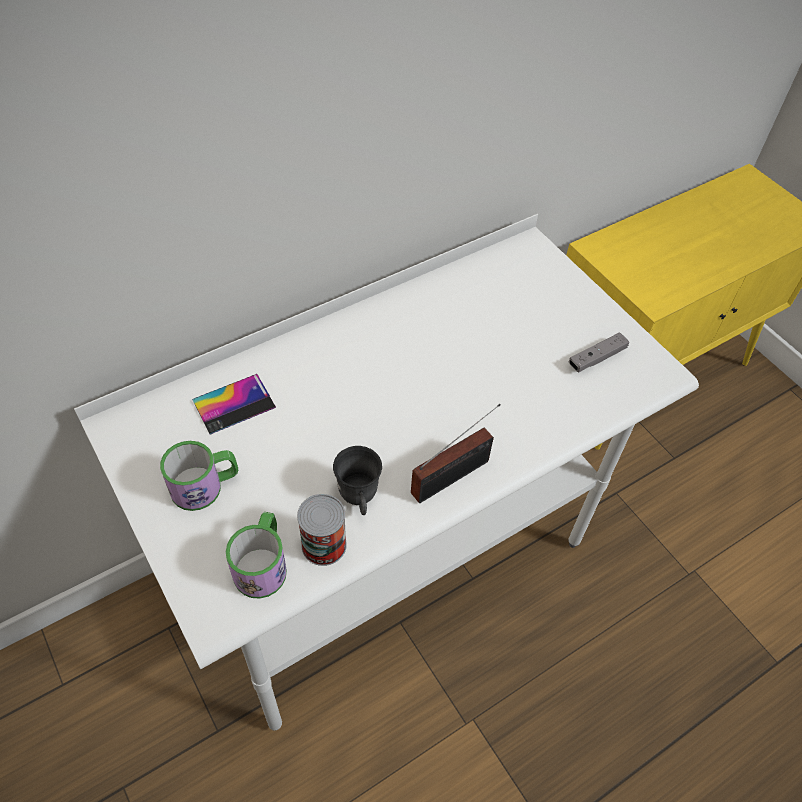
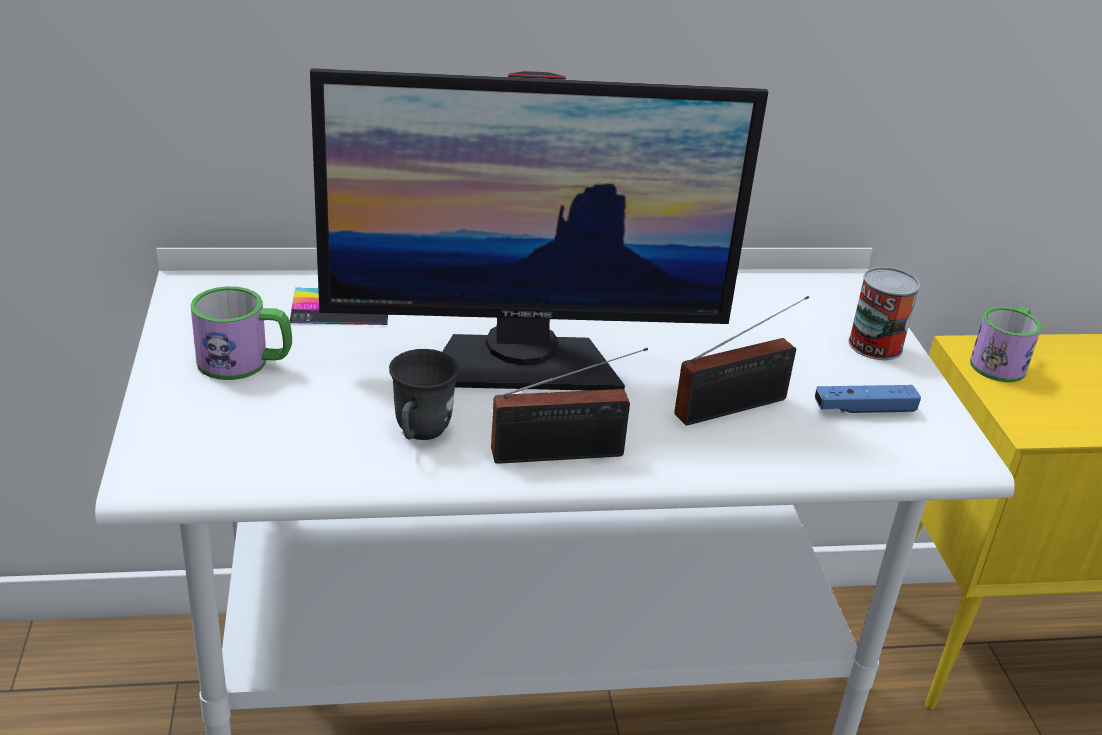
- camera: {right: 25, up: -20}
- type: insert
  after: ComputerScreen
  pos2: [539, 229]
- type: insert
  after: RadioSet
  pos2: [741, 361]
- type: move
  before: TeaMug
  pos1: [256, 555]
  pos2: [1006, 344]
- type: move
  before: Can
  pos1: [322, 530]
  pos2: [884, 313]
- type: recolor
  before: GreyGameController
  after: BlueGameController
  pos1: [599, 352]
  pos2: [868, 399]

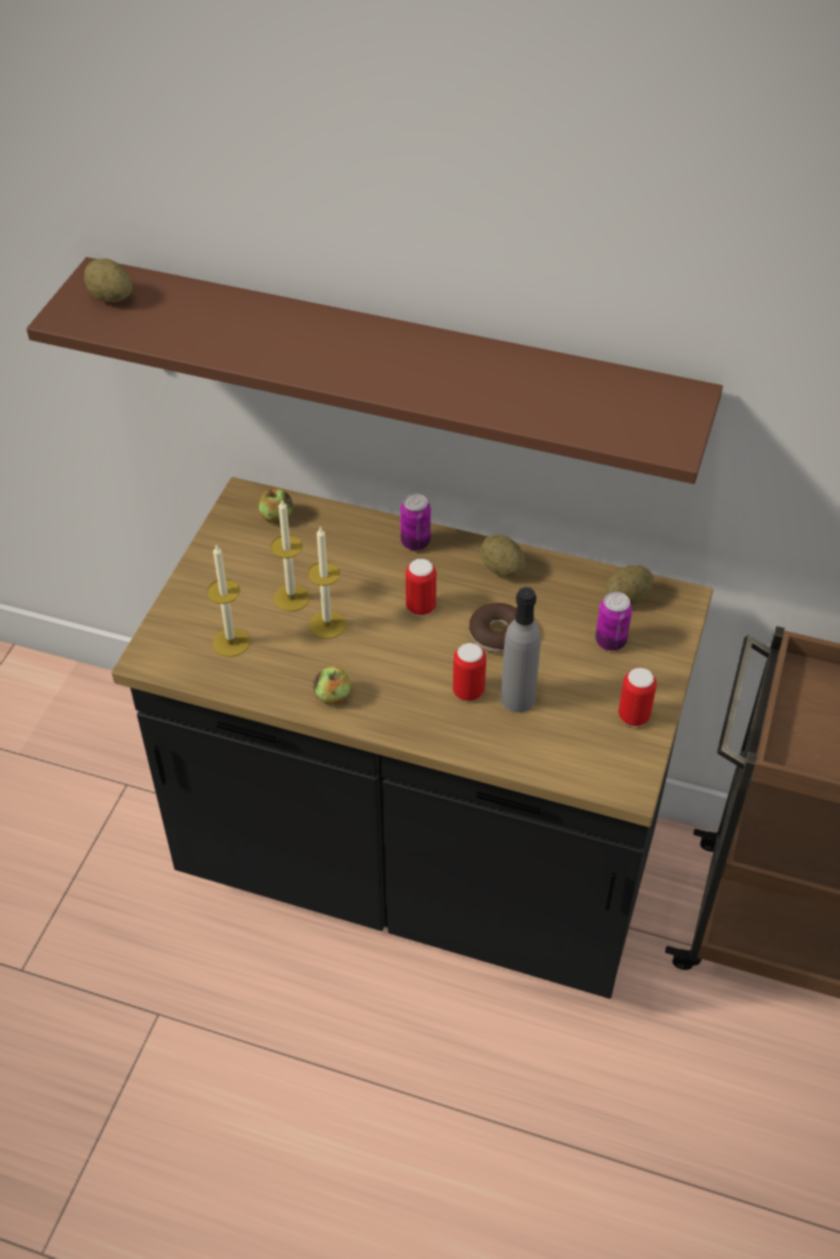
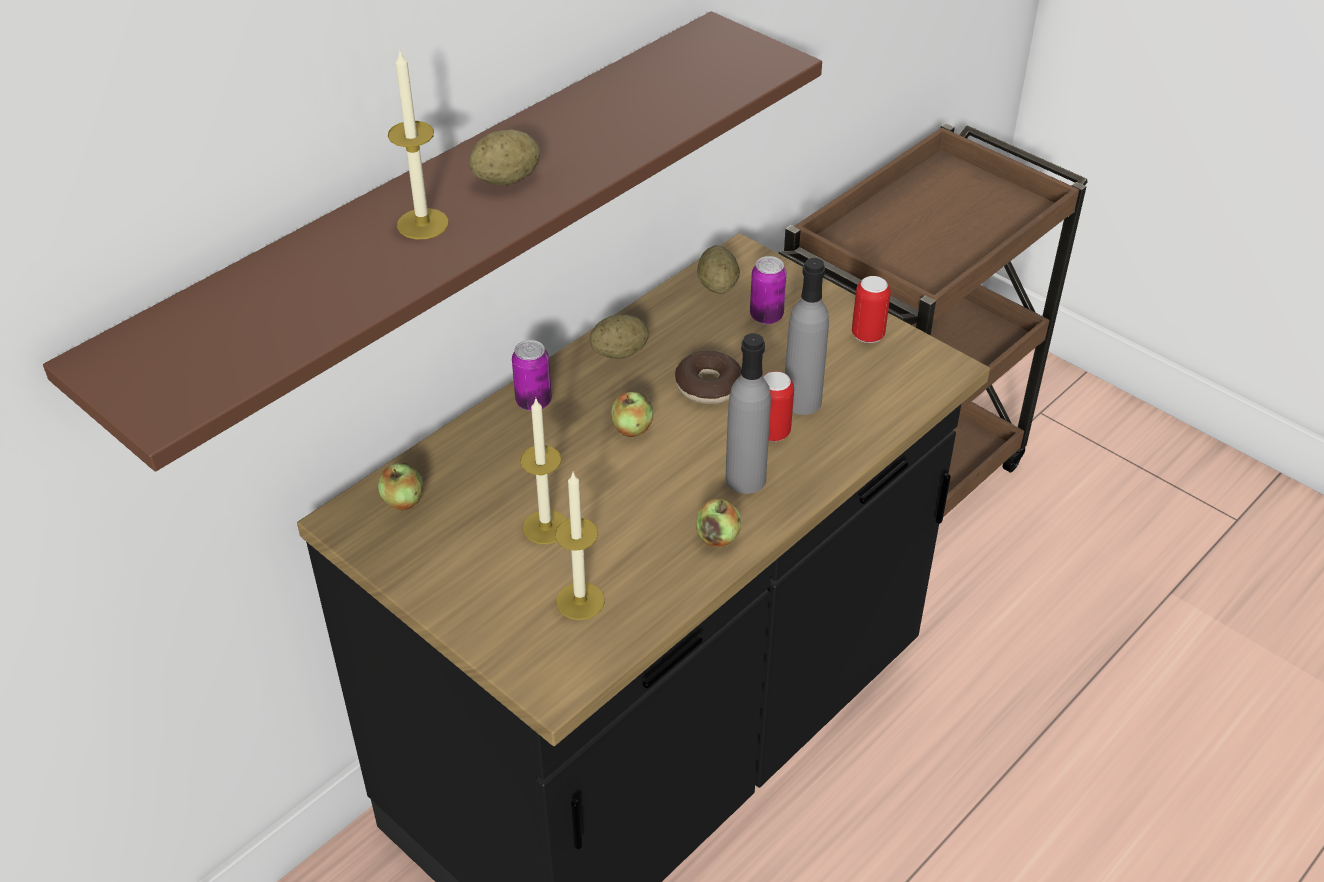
- camera: {right: -65, up: -5}
- type: insert
  after: GreyBeverageBottle
  pos2: [748, 413]
- type: move
  before: Spud
  pos1: [108, 280]
  pos2: [504, 157]
- type: move
  before: WaxLight
  pos1: [327, 583]
  pos2: [418, 144]
- type: replace
  before: Can
  after: Apple
  pos1: [421, 587]
  pos2: [632, 414]

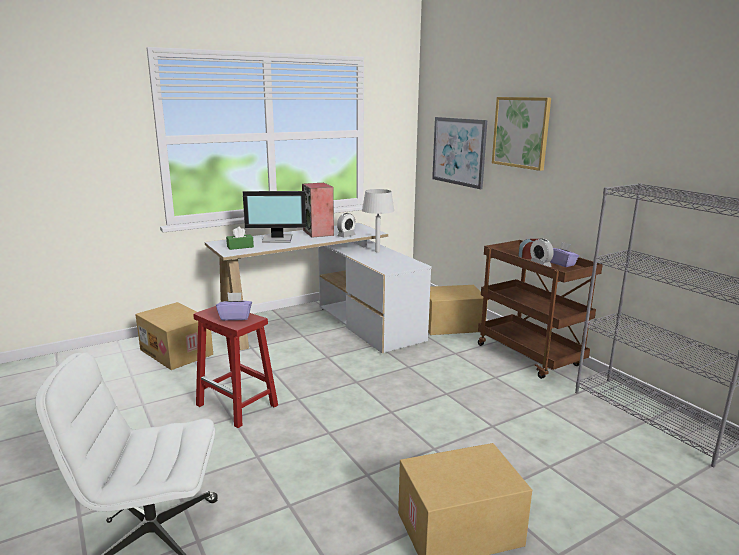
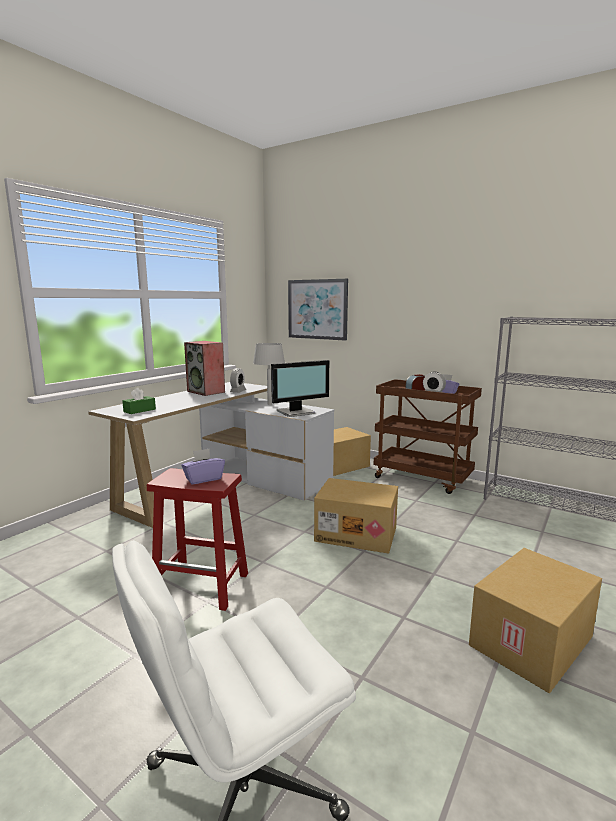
- camera: {right: -25, up: -5}
- type: delete
  before: WallArt
  pos1: [521, 134]
- type: move
  before: PackingBox
  pos1: [174, 336]
  pos2: [356, 516]
- type: move
  before: ComputerScreen
  pos1: [274, 217]
  pos2: [300, 388]

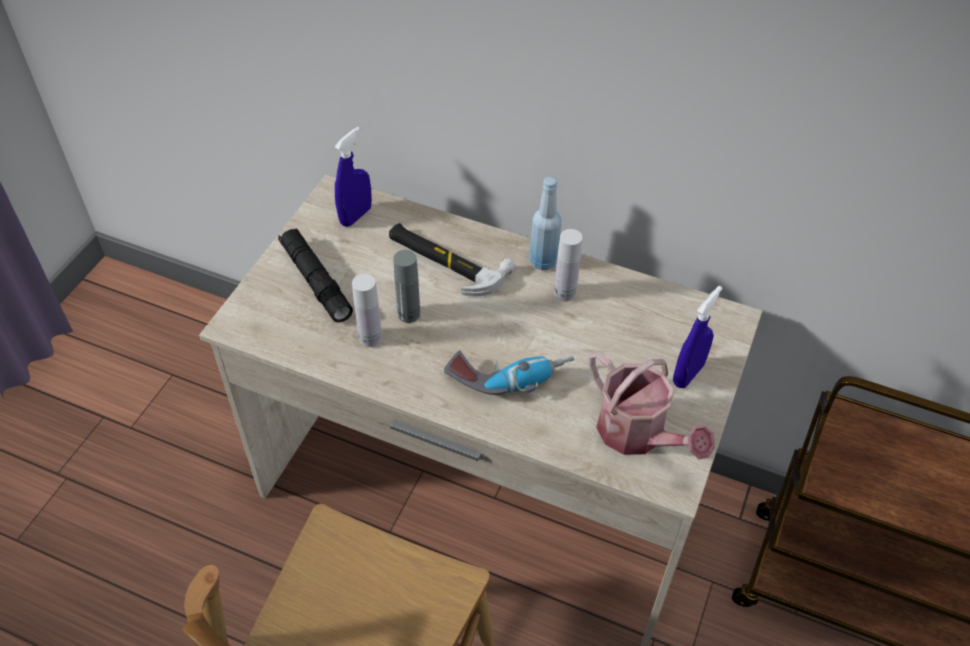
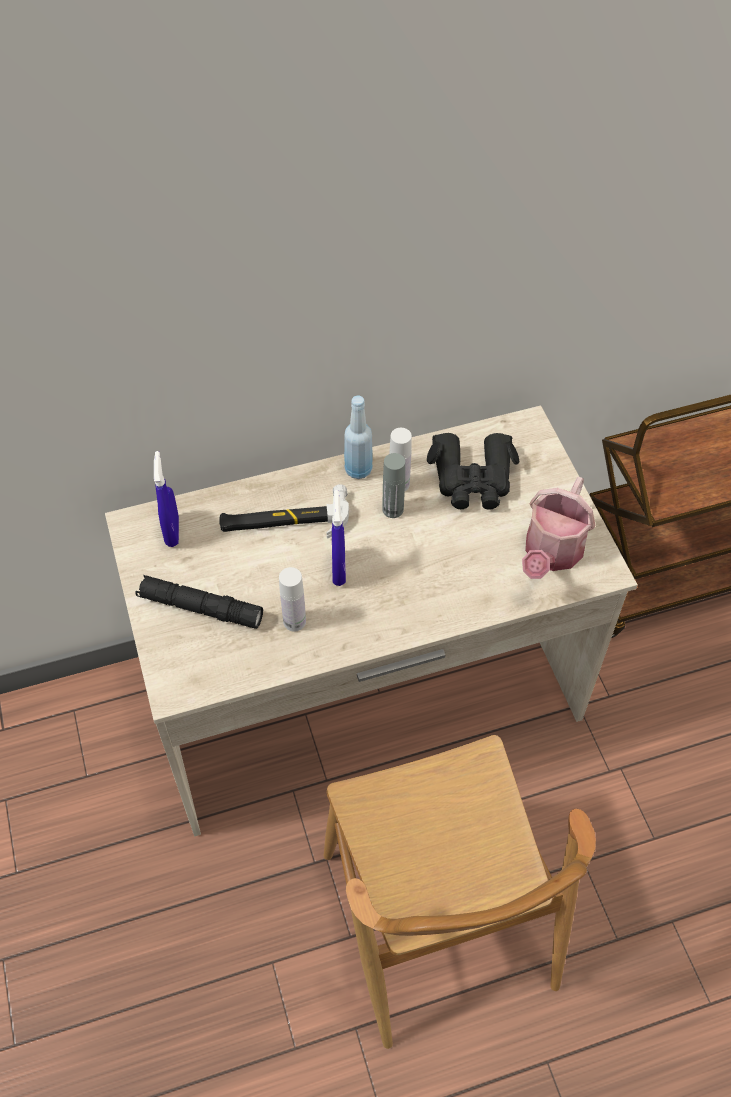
- camera: {right: -40, up: 5}
- type: delete
  before: Drill
  pos1: [509, 372]
- type: insert
  after: BlackishPairOfBinoculars
  pos2: [473, 471]
- type: move
  before: GreyBeverageBottle
  pos1: [406, 286]
  pos2: [393, 485]
- type: move
  before: BlueSprayer
  pos1: [698, 337]
  pos2: [339, 538]
- type: rotate
  before: WateringPot
  pos1: [652, 405]
  pos2: [559, 527]
  turn: 105

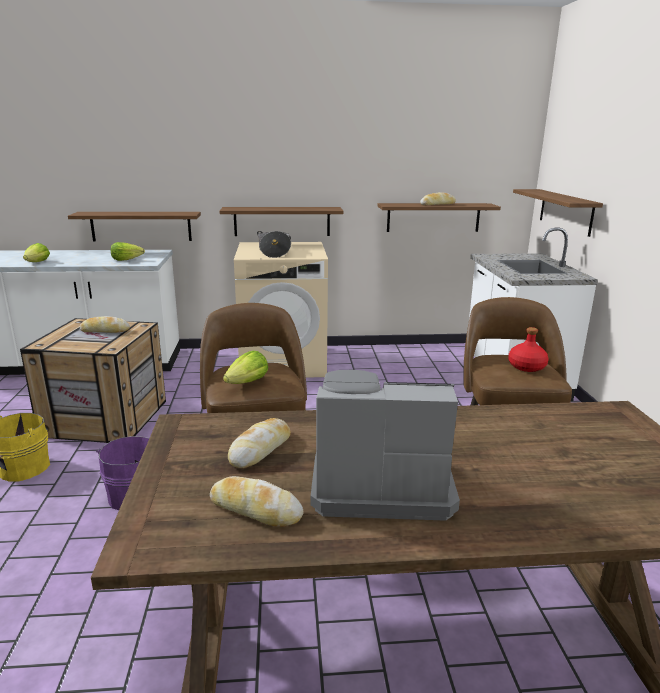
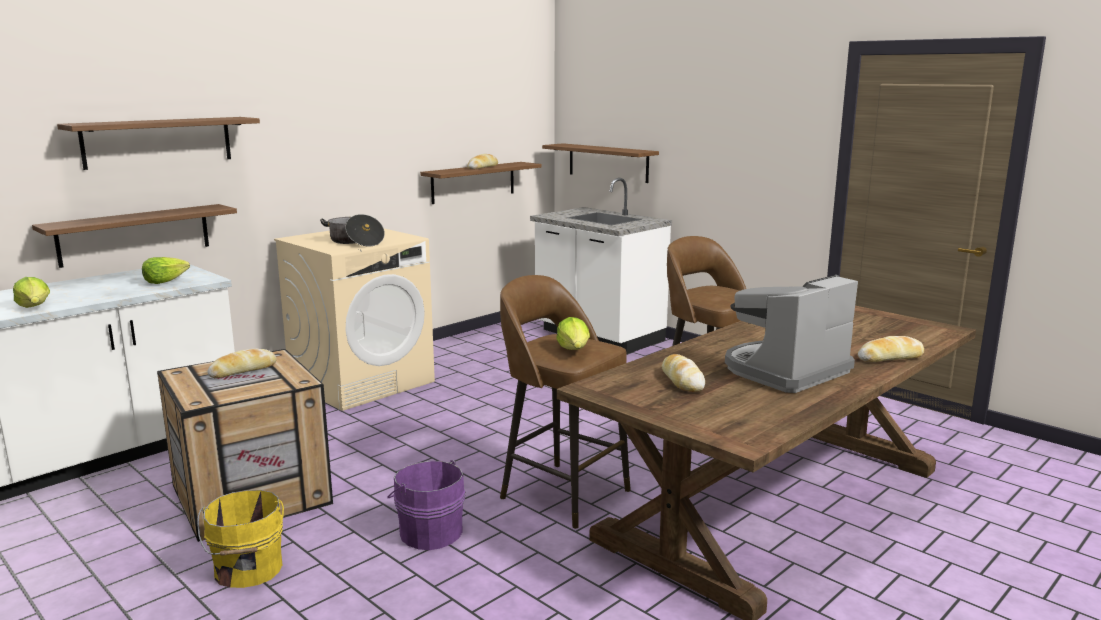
- camera: {right: -40, up: -5}
- type: delete
  before: RedBeverageBottle
  pos1: [528, 349]
- type: move
  before: BakeryBread
  pos1: [257, 501]
  pos2: [890, 349]
- type: move
  before: BracketShelf
  pos1: [282, 221]
  pos2: [158, 143]

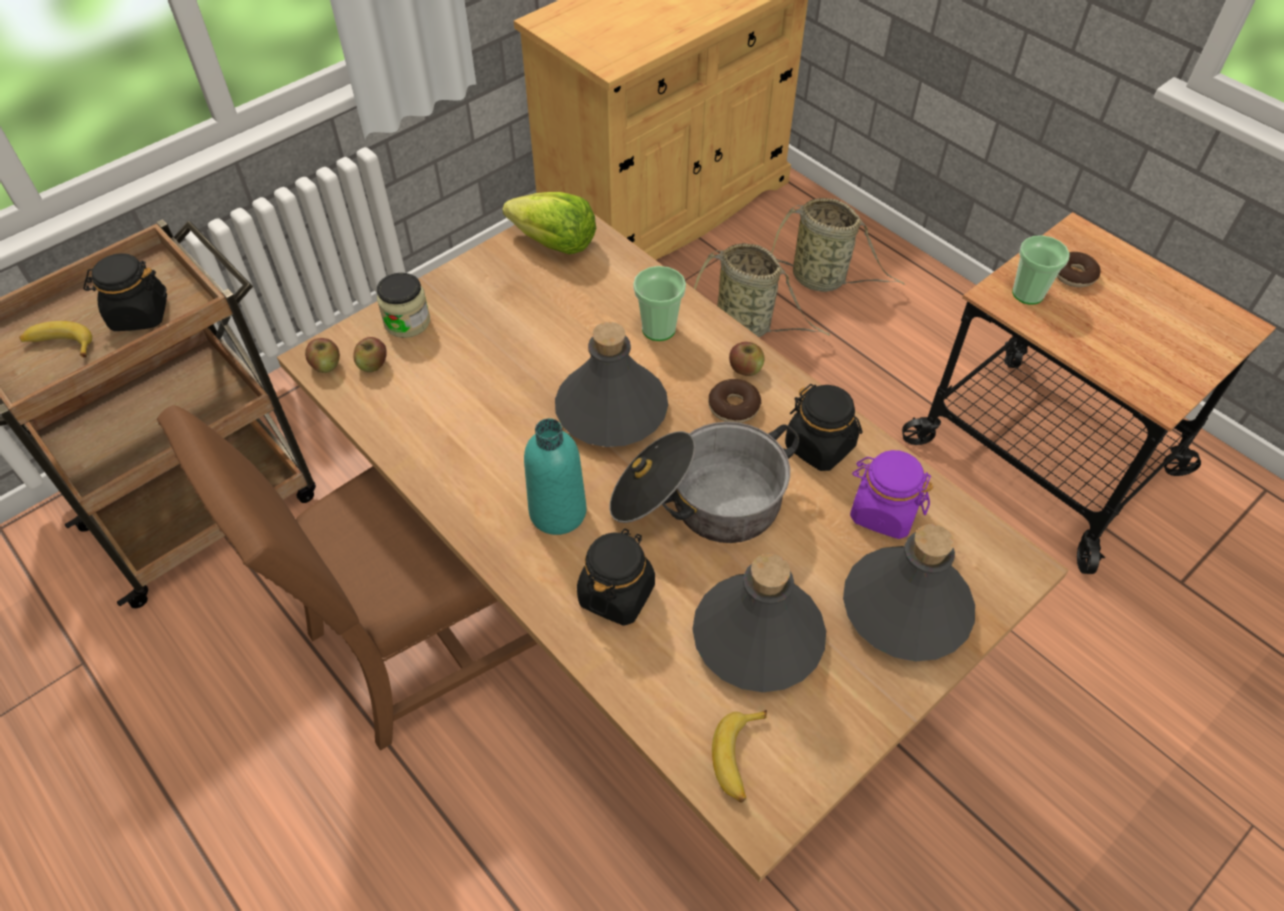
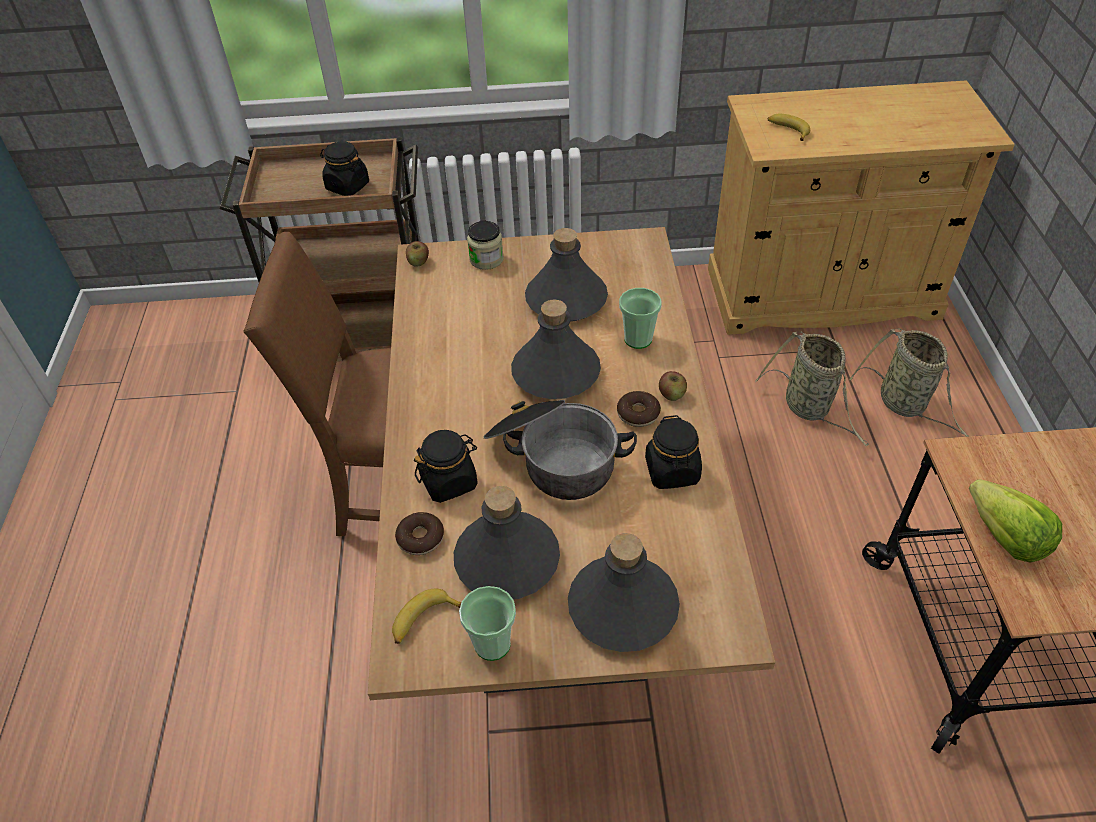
- camera: {right: 40, up: -5}
- type: delete
  before: Apple
  pos1: [370, 354]
- type: delete
  before: TurquoiseColouredBeverageBottle
  pos1: [555, 476]
- type: delete
  before: PurpleColouredStorageJar
  pos1: [891, 494]
- type: insert
  after: GreyBeverageBottle
  pos2: [566, 275]
- type: move
  before: WholeBanana
  pos1: [55, 339]
  pos2: [789, 127]
- type: move
  before: Lettuce
  pos1: [549, 223]
  pos2: [1015, 520]
- type: move
  before: Cup
  pos1: [1041, 270]
  pos2: [487, 623]
- type: move
  before: Donut
  pos1: [1078, 269]
  pos2: [419, 533]

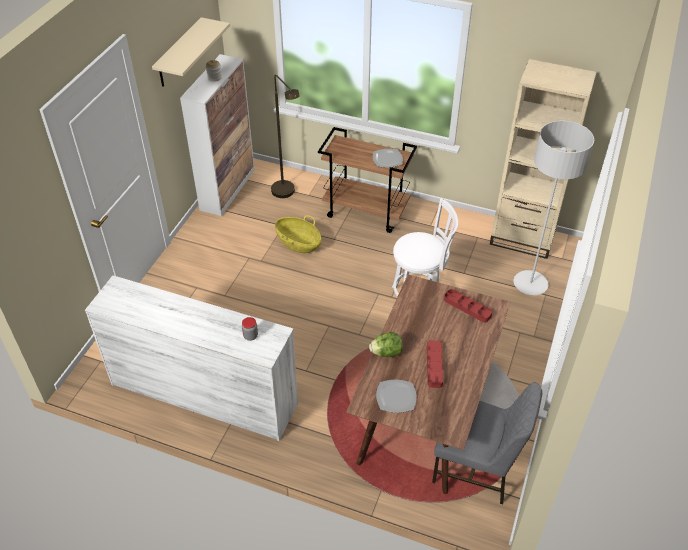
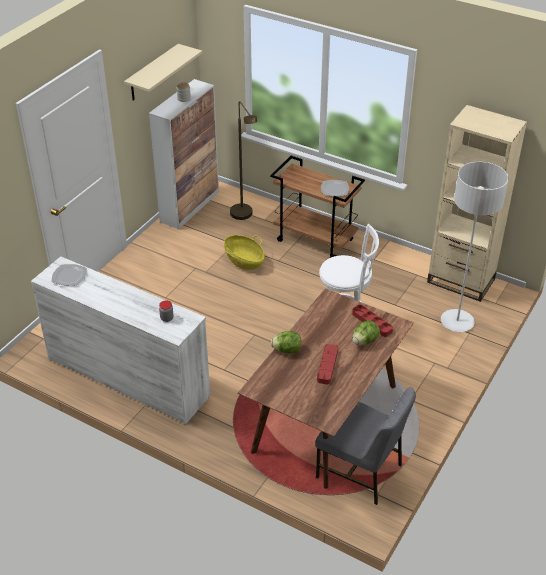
- camera: {right: 10, up: -5}
- type: insert
  after: Lettuce
  pos2: [366, 332]
- type: move
  before: Plate
  pos1: [396, 396]
  pos2: [69, 275]

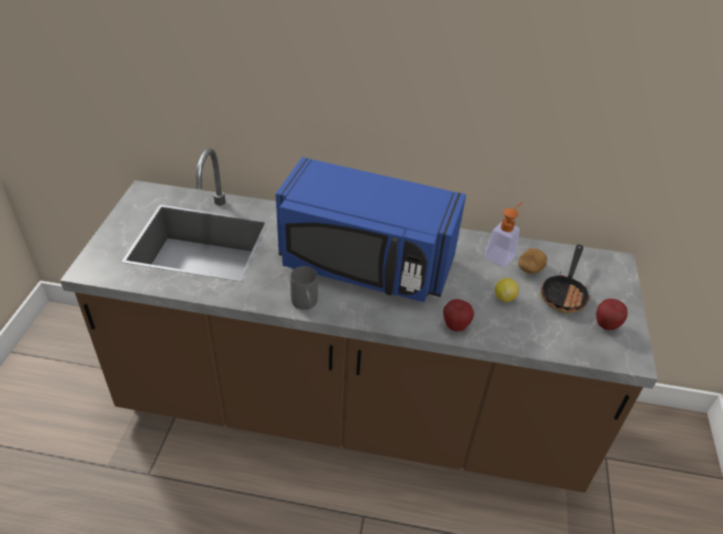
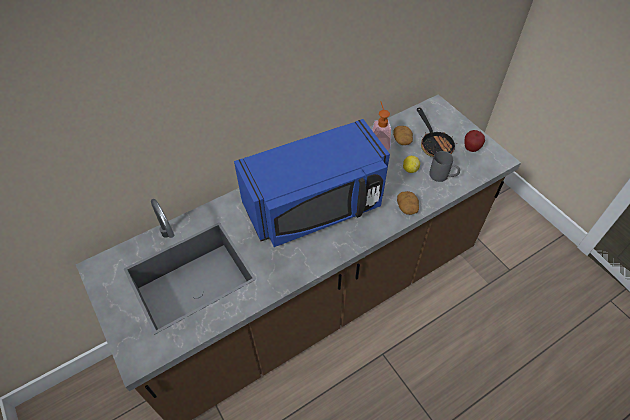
- camera: {right: -40, up: 10}
- type: move
  before: GreyTeaMug
  pos1: [304, 288]
  pos2: [444, 166]
- type: replace
  before: Apple
  after: Spud
  pos1: [458, 315]
  pos2: [408, 203]

